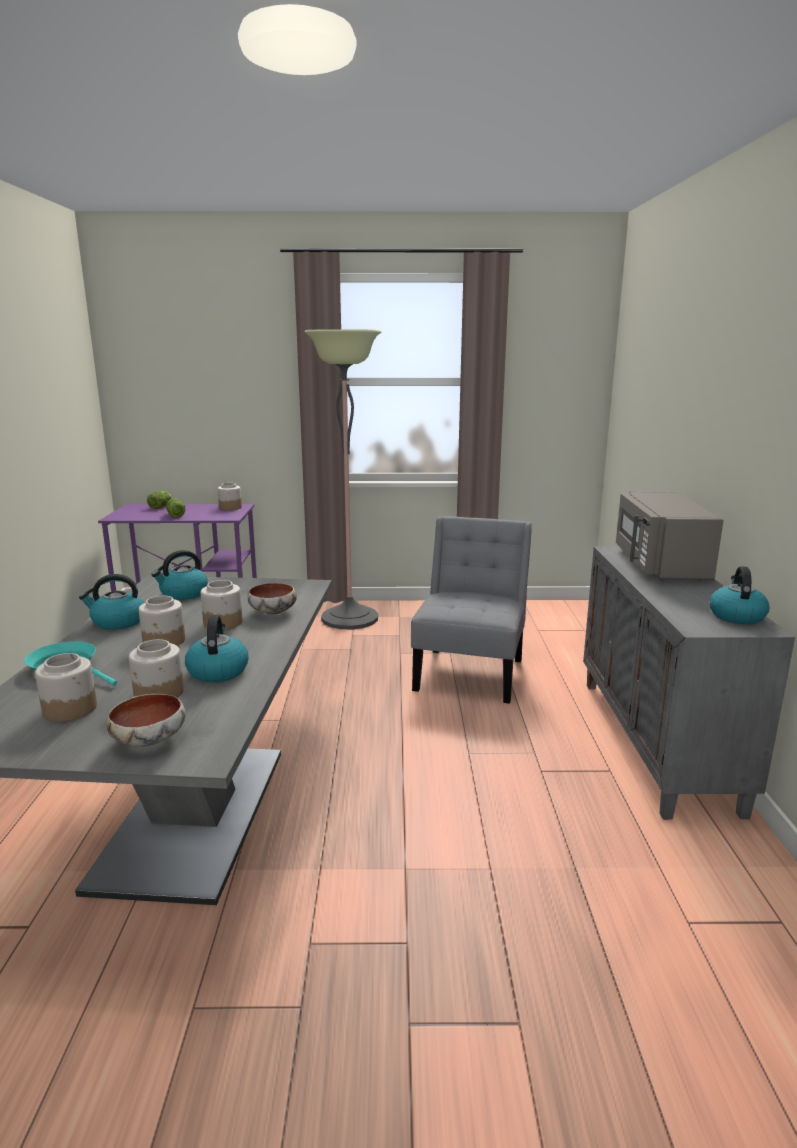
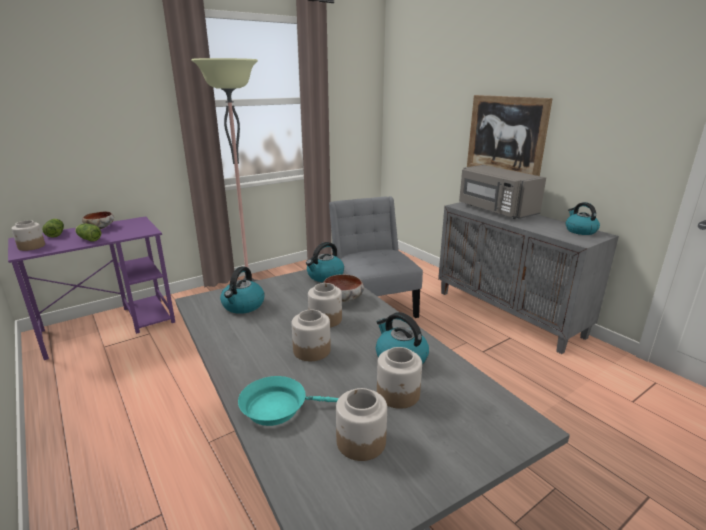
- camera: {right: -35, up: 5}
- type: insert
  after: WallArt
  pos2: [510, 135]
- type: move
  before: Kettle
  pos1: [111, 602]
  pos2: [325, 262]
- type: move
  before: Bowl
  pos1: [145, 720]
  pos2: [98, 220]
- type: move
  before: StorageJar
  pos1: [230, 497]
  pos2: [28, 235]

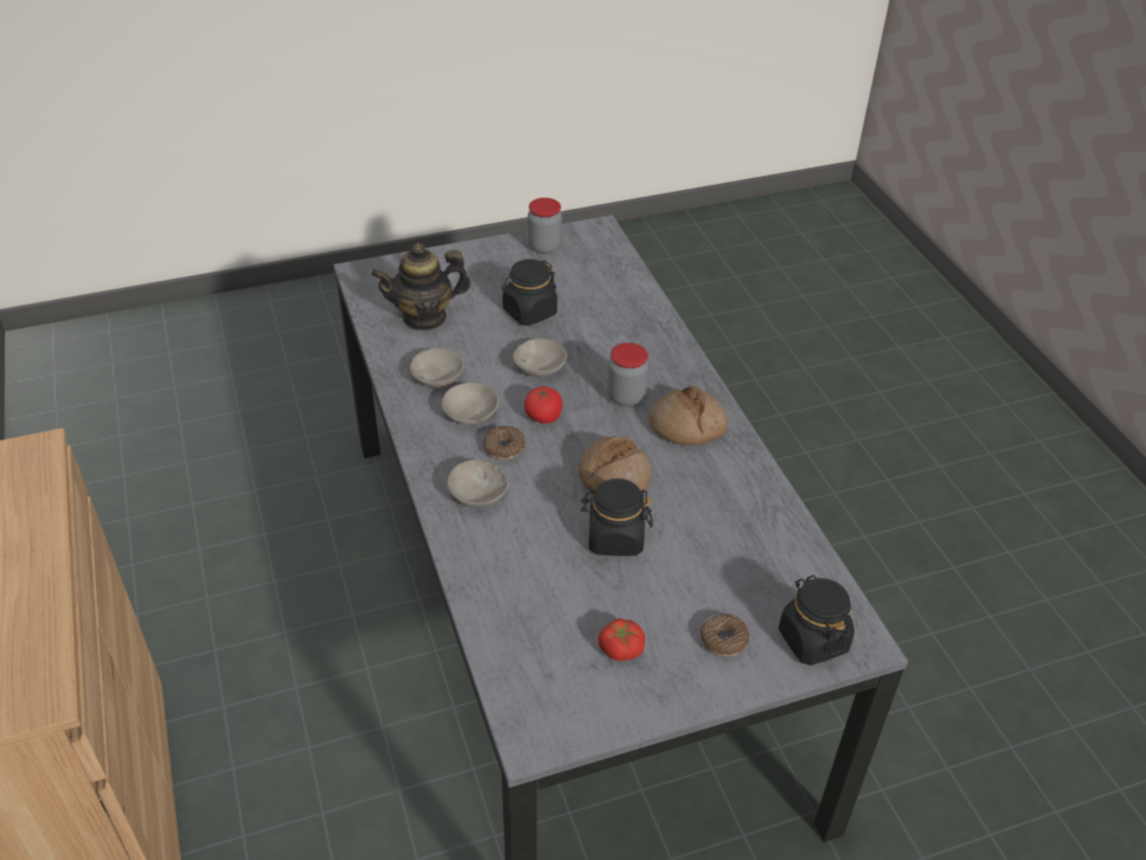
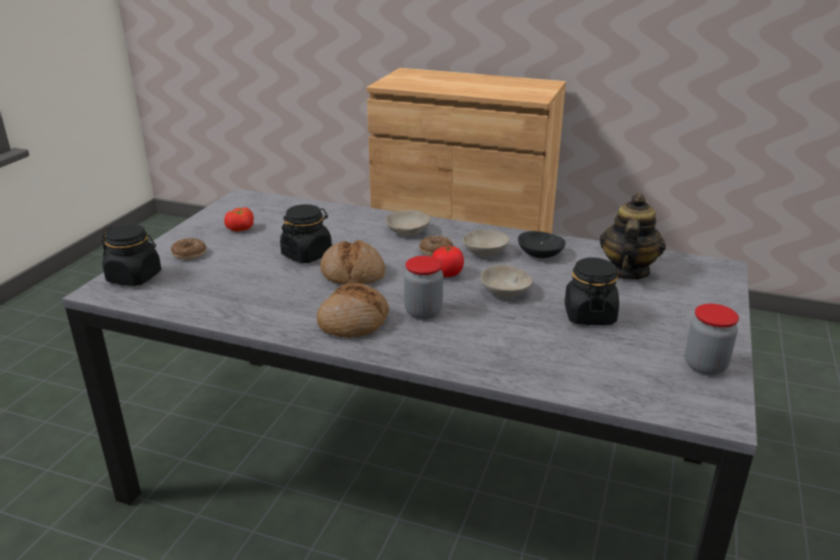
- camera: {right: 130, up: -15}
- type: recolor
  before: BeigeColouredBowl
  after: BlackishBowl
  pos1: [437, 367]
  pos2: [542, 244]

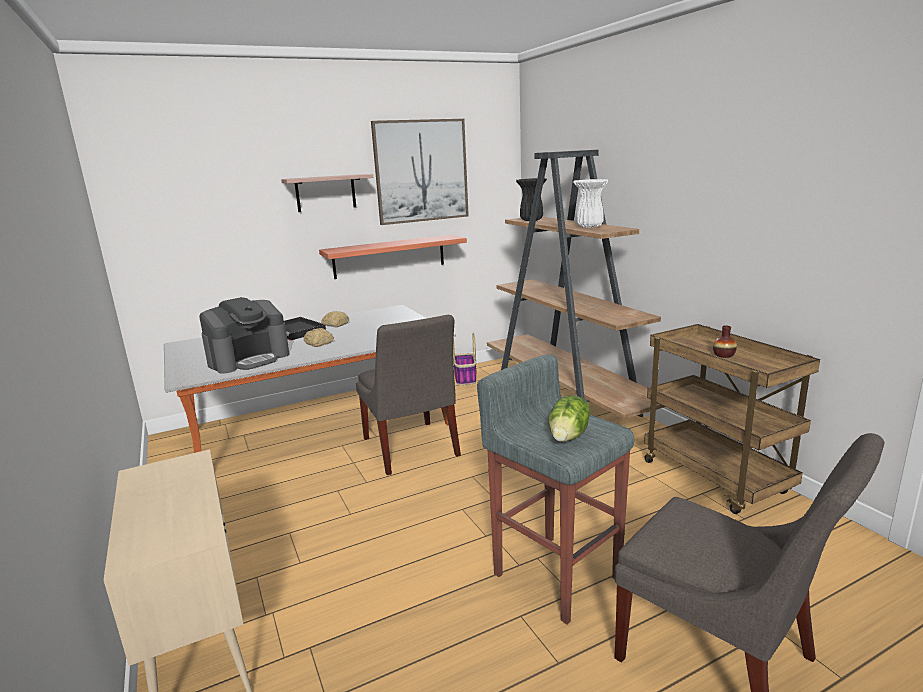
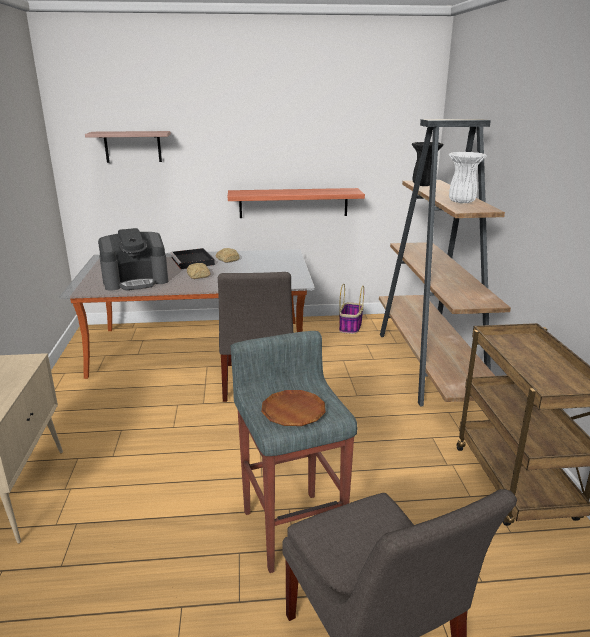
- camera: {right: 20, up: 5}
- type: delete
  before: WallArt
  pos1: [420, 172]
- type: delete
  before: FlowerVase
  pos1: [725, 341]
- type: move
  before: BracketShelf
  pos1: [327, 193]
  pos2: [128, 147]
- type: replace
  before: Lettuce
  after: BrownColouredPlate
  pos1: [569, 418]
  pos2: [293, 408]

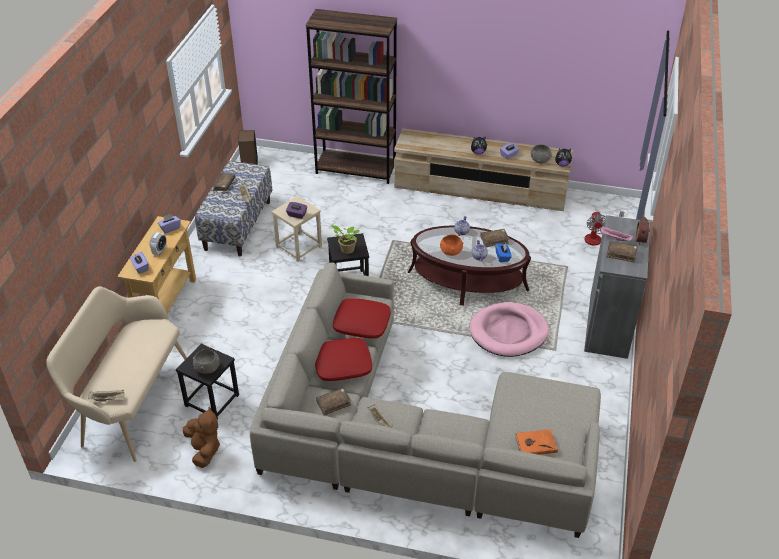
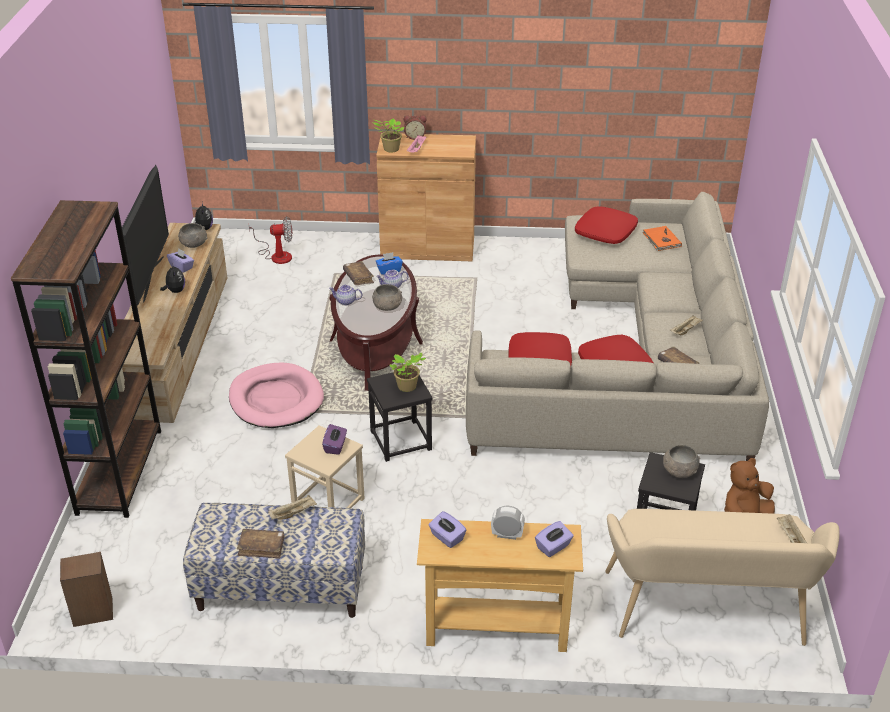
- camera: {right: -100, up: -5}
- type: delete
  before: BrownColouredBoundBook
  pos1: [622, 252]
- type: insert
  after: TvSet
  pos2: [145, 235]
- type: insert
  after: PlantInAPot
  pos2: [388, 136]
- type: insert
  after: RedPillow
  pos2: [606, 225]
- type: move
  before: PinkishDogCushion
  pos1: [509, 329]
  pos2: [276, 395]
- type: recolor
  before: OrangeyBowl
  after: GreyBowl
  pos1: [451, 245]
  pos2: [387, 297]
- type: recolor
  before: GreyCabinet
  after: BrownColouredCabinet
  pos1: [617, 287]
  pos2: [426, 197]

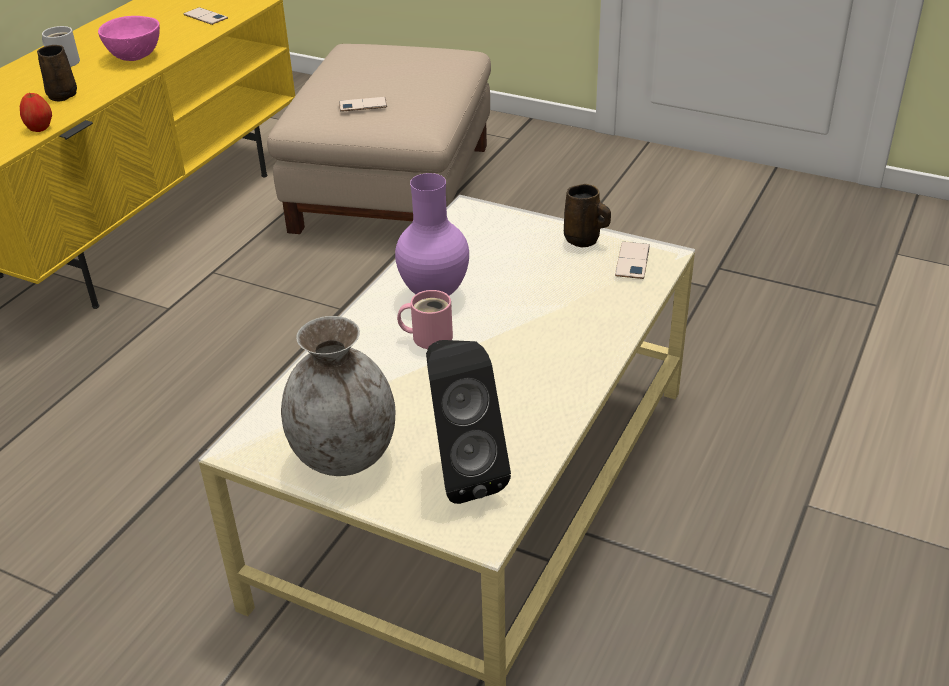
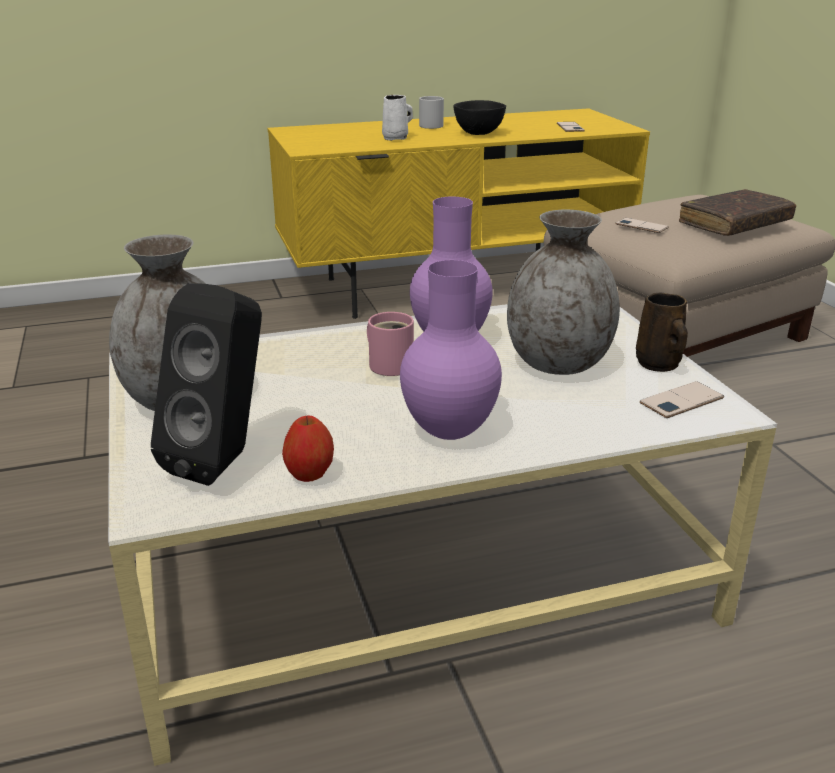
- camera: {right: 45, up: -10}
- type: insert
  after: PurpleColouredFlowerVase
  pos2: [451, 350]
- type: insert
  after: GreyFlowerVase
  pos2: [563, 292]
- type: insert
  after: BrownColouredBoundBook
  pos2: [737, 212]
- type: move
  before: Apple
  pos1: [36, 112]
  pos2: [308, 448]
- type: recolor
  before: BrownColouredTeaMug
  after: WhiteColouredTeaMug
  pos1: [57, 73]
  pos2: [397, 118]
- type: recolor
  before: PinkishBowl
  after: BlackishBowl
  pos1: [129, 38]
  pos2: [479, 117]

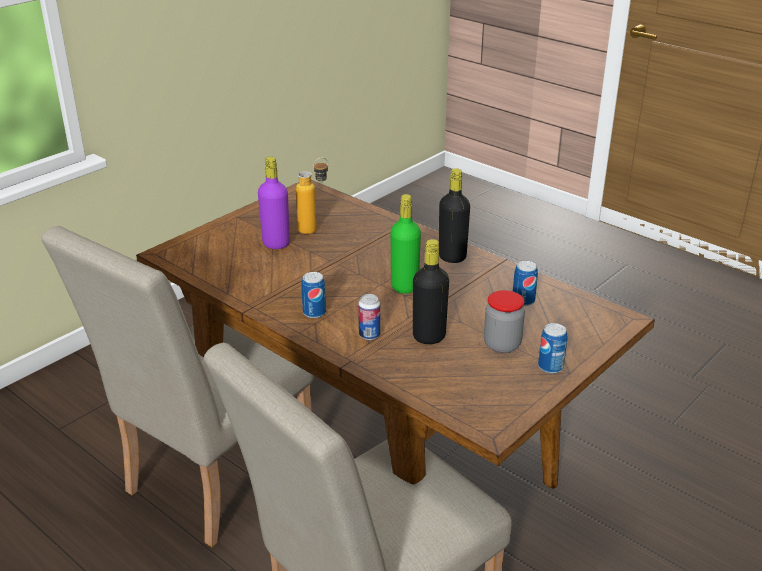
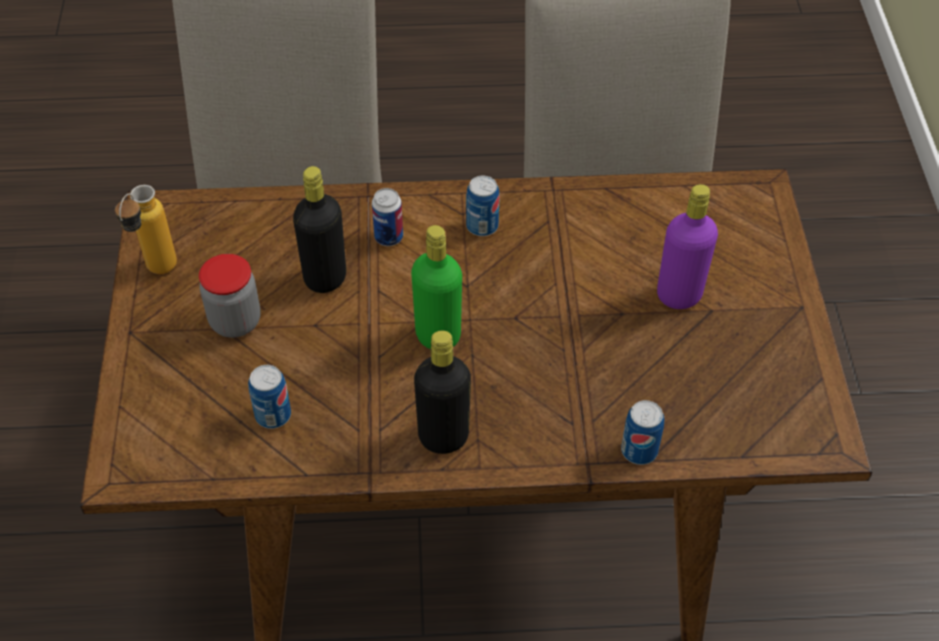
- camera: {right: 135, up: 20}
- type: move
  before: BeverageBottle
  pos1: [312, 196]
  pos2: [146, 229]
- type: move
  before: Can
  pos1: [552, 348]
  pos2: [642, 432]

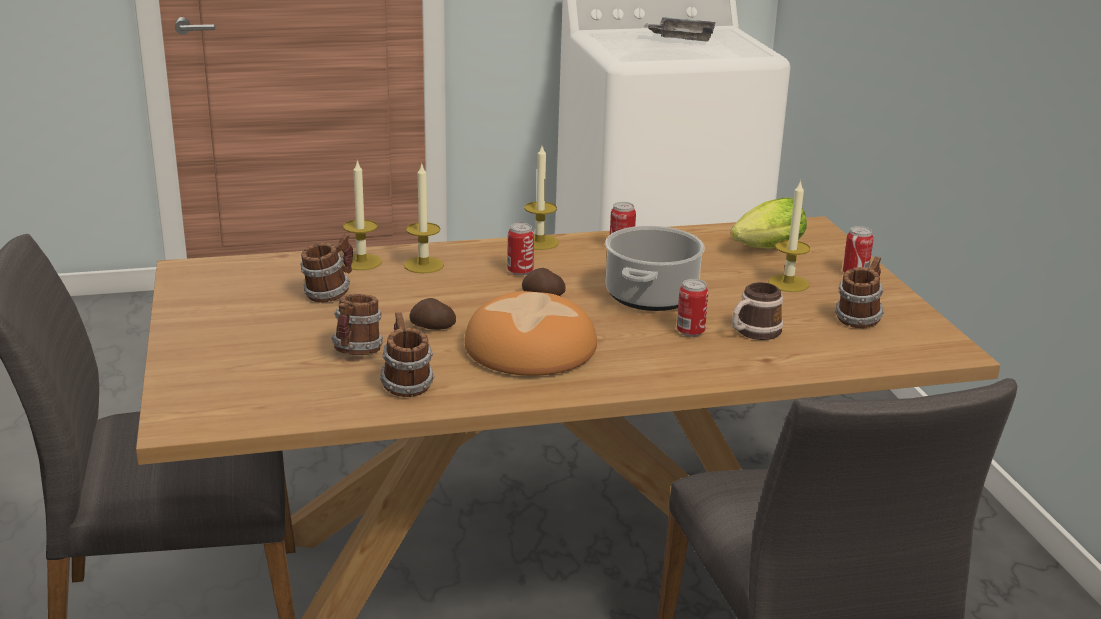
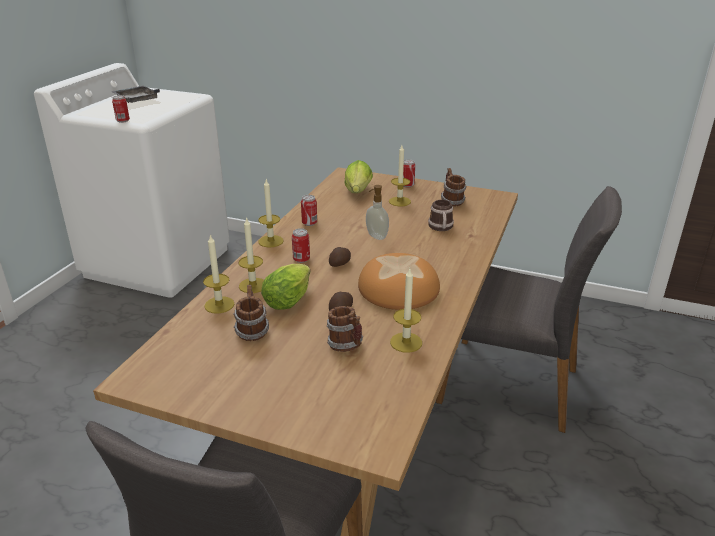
- camera: {right: -55, up: 5}
- type: insert
  after: Lettuce
  pos2: [285, 287]
- type: move
  before: Can
  pos1: [692, 308]
  pos2: [121, 109]
- type: replace
  before: TeaMug
  after: WaxLight
  pos1: [407, 354]
  pos2: [406, 311]
- type: replace
  before: Stockpot
  after: SoapDispenser
  pos1: [655, 268]
  pos2: [377, 212]

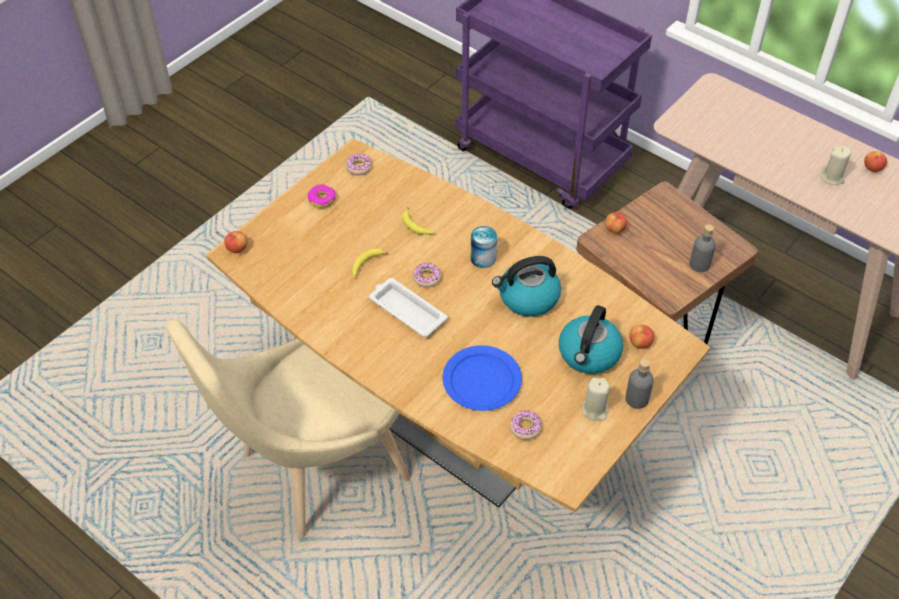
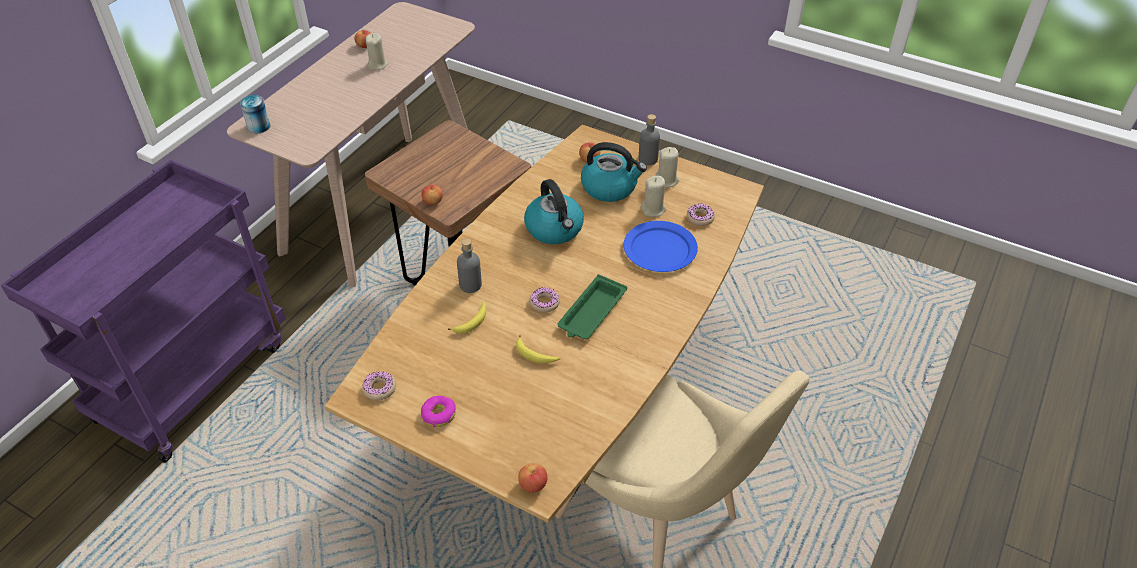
- camera: {right: -100, up: -5}
- type: insert
  after: BeigeColouredWaxLight
  pos2: [653, 196]
- type: move
  before: Can
  pos1: [484, 247]
  pos2: [255, 114]
- type: move
  before: GreyBeverageBottle
  pos1: [703, 248]
  pos2: [469, 265]
- type: recolor
  before: WhiteColouredServingTray
  after: GreenServingTray
  pos1: [408, 307]
  pos2: [592, 306]

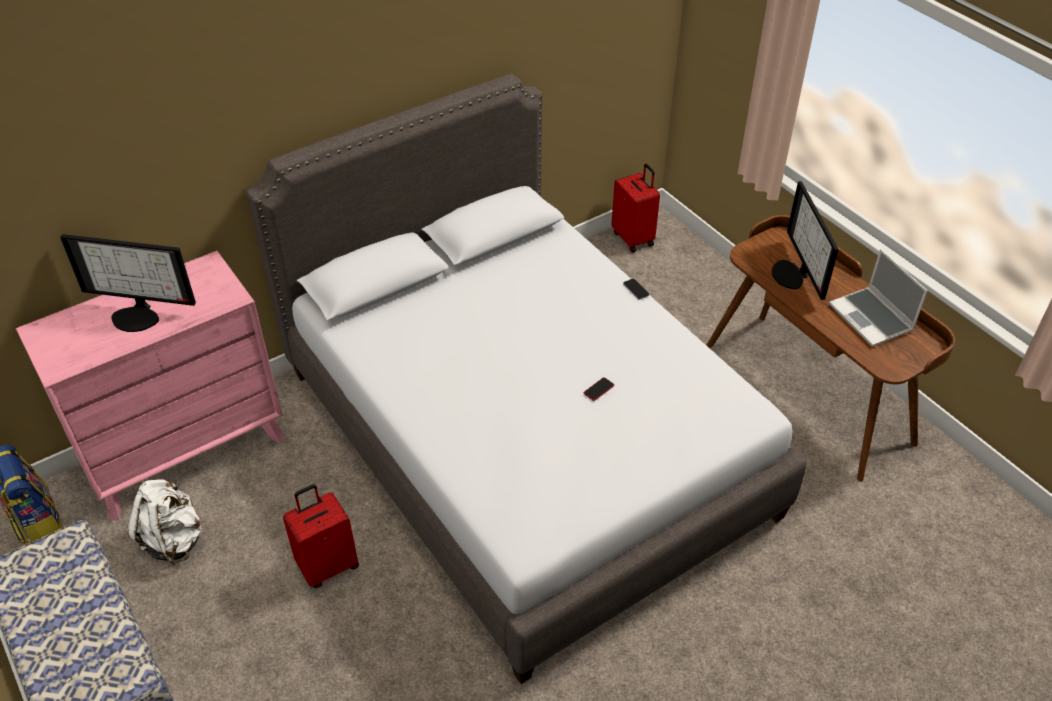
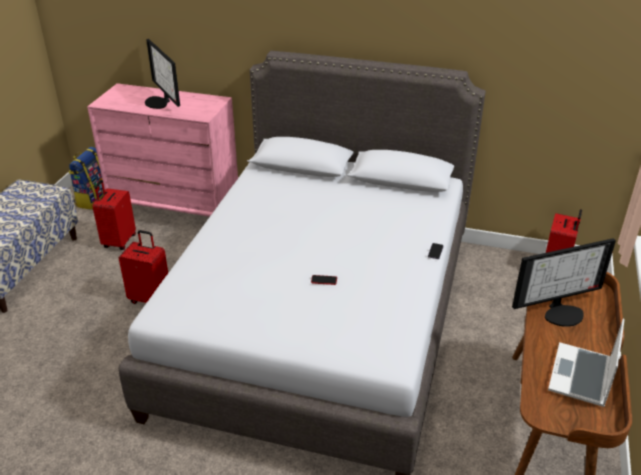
- camera: {right: 50, up: -10}
- type: replace
  before: WhiteColouredBackpack
  after: RedTravelCase
  pos1: [165, 522]
  pos2: [114, 215]
- type: rotate
  before: ComputerScreen
  pos1: [805, 240]
  pos2: [564, 282]
  turn: -150

